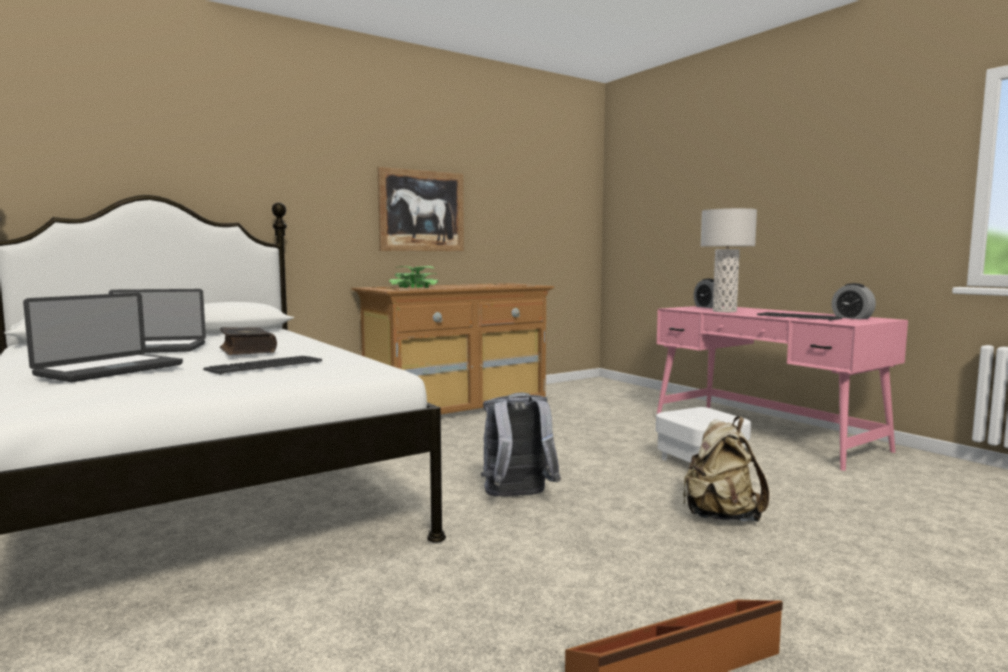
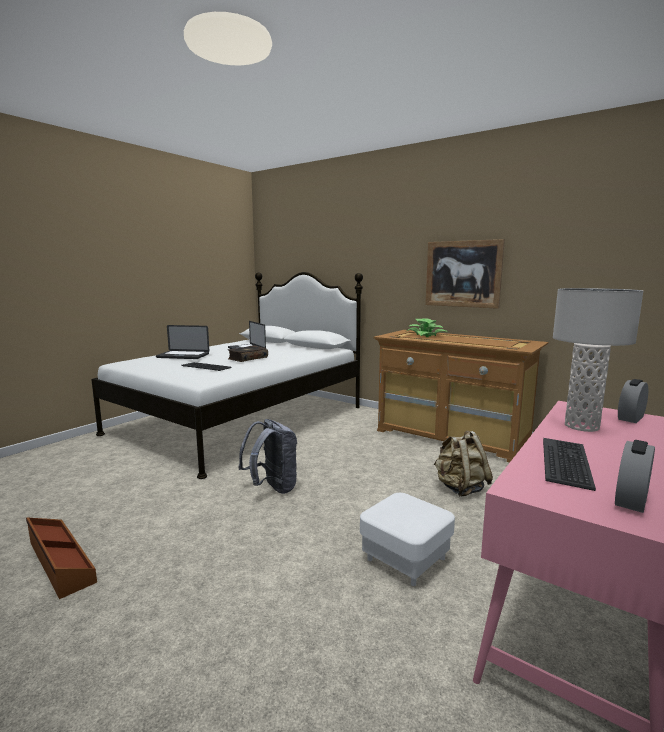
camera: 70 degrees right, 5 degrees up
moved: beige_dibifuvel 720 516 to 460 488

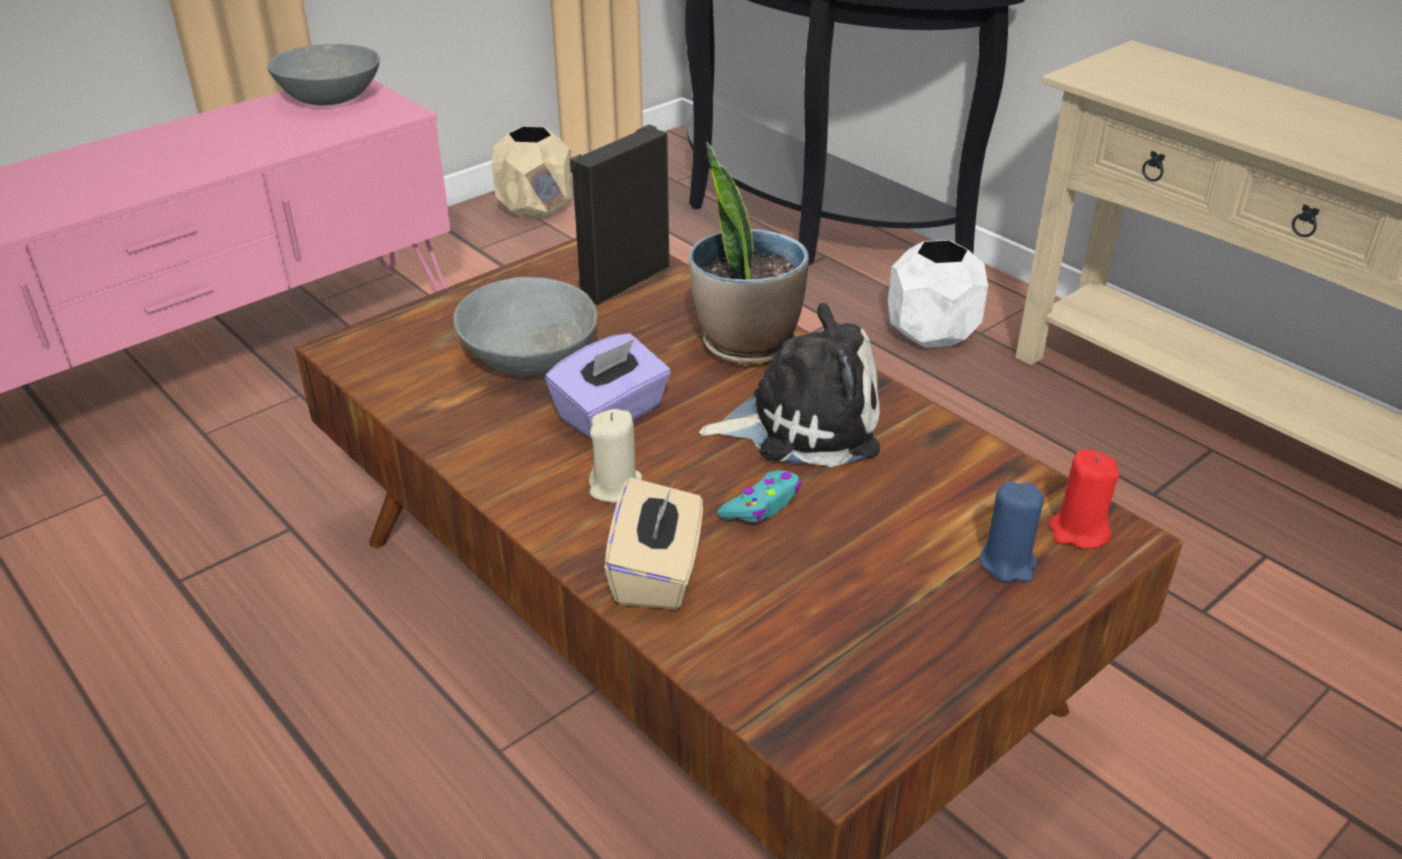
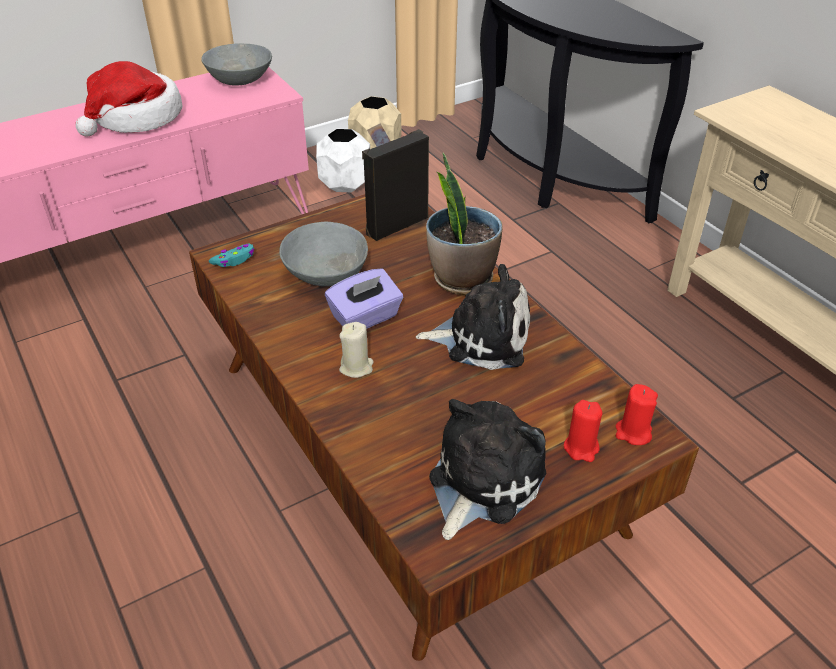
camera: 10 degrees right, 5 degrees up
removed: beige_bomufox 657 573
added: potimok 136 118; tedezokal 481 481
moved: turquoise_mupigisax 762 505 to 234 260; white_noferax 930 335 to 344 185
recoloured: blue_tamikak 1008 563 to red_tamikak 581 448

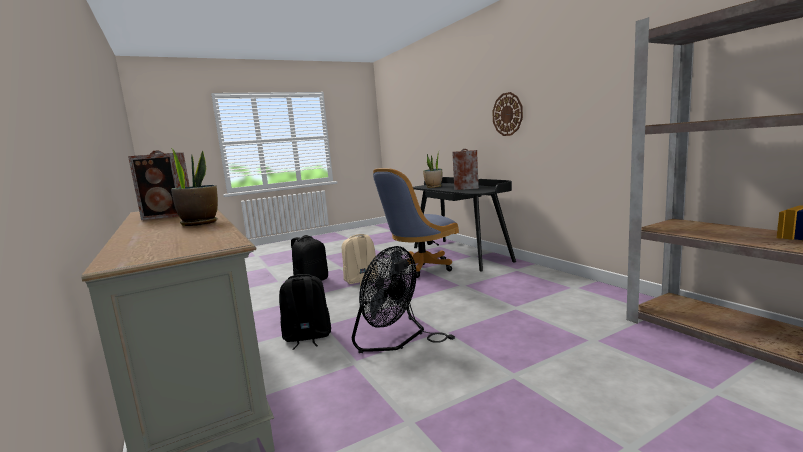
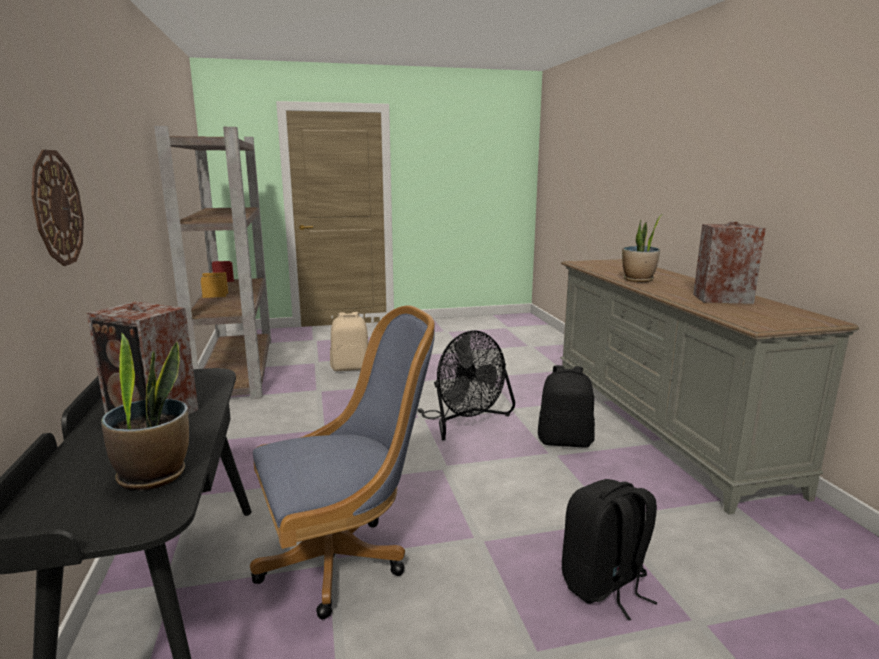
camera: 165 degrees left, 5 degrees up
moved: beige_dibifuvel 361 280 to 351 368

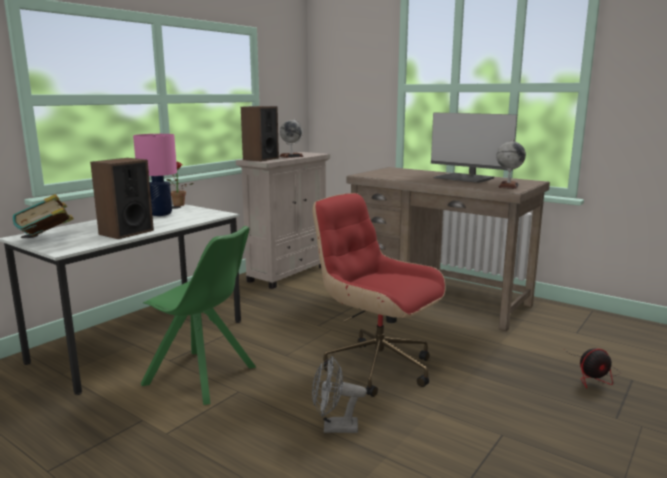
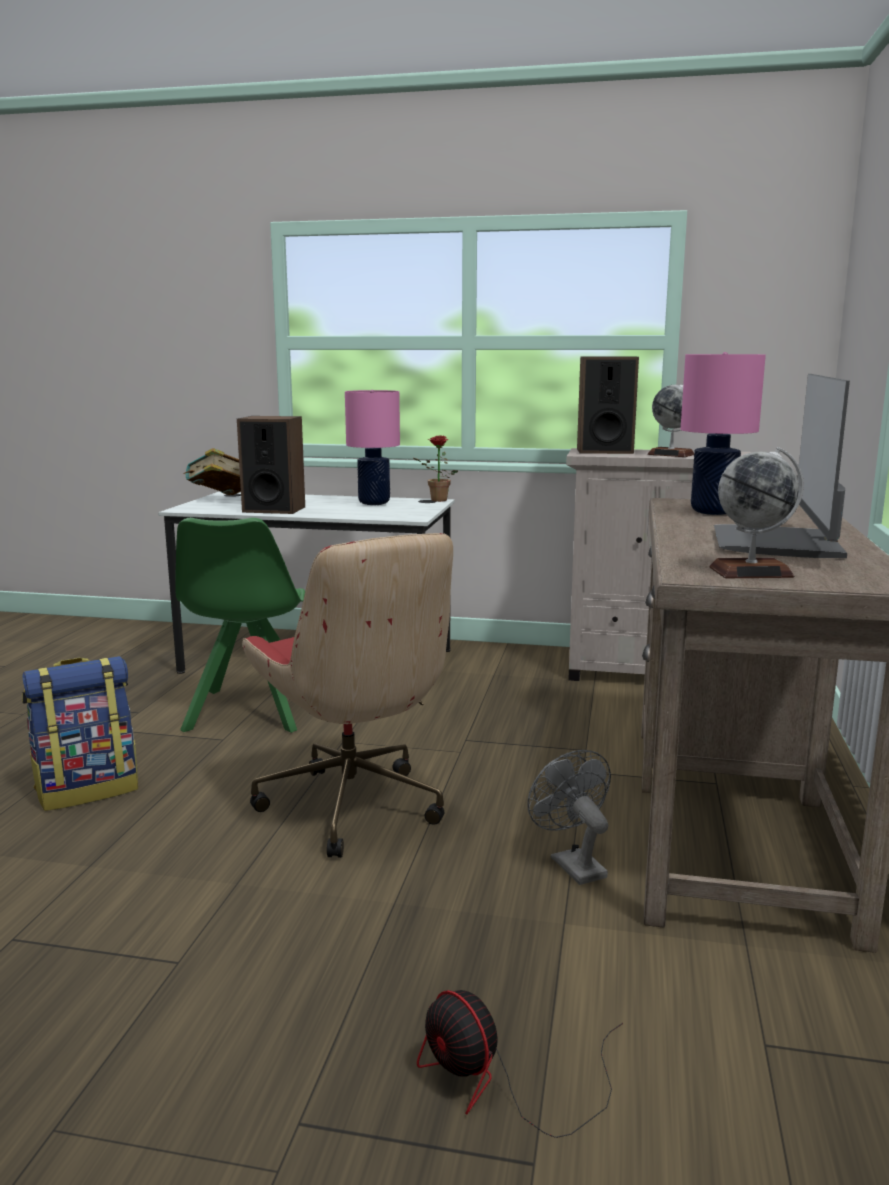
camera: 65 degrees right, 0 degrees up
added: dibifuvel 88 789; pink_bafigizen 712 513
moved: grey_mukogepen 334 428 to 572 864
turned: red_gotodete 376 367 = 352 811 135 degrees clockwise

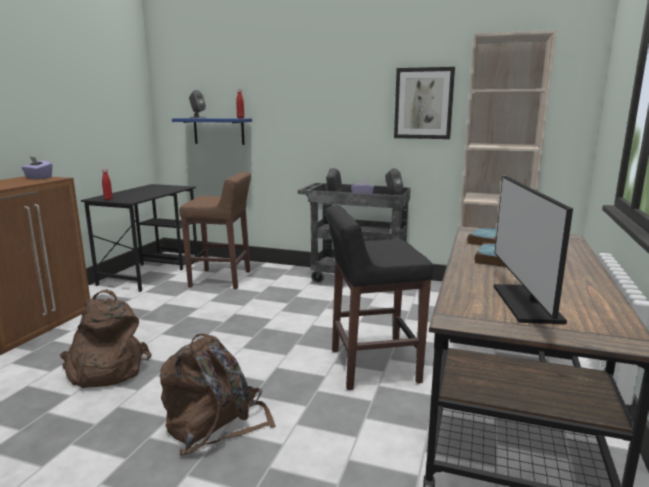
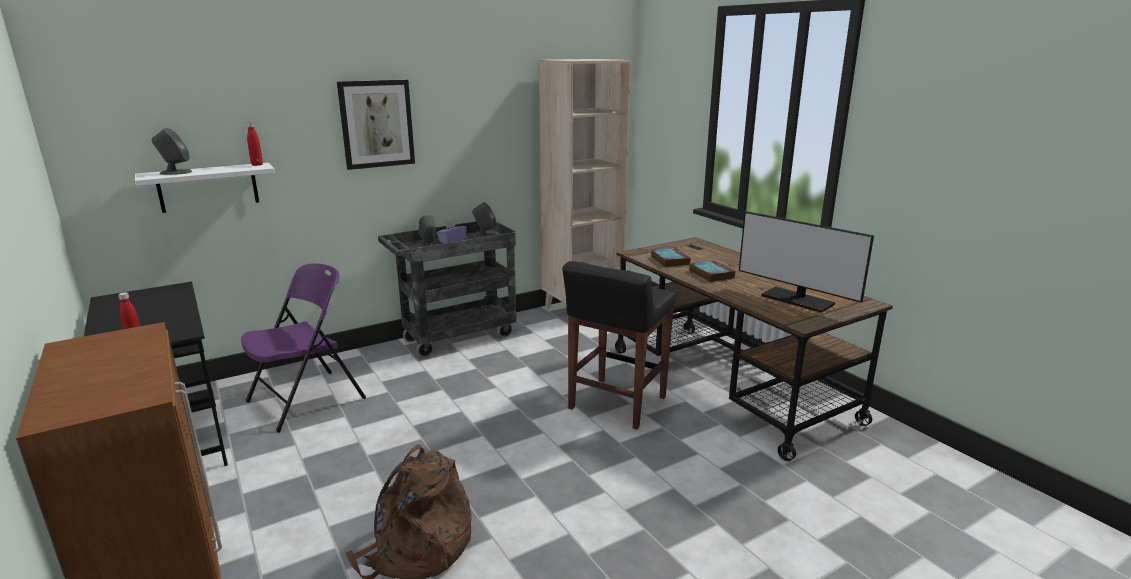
camera: 50 degrees left, 5 degrees up
removed: purple_bomufox 38 177; brown_dibifuvel 215 423
moved: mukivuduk 423 103 to 376 124
replaced: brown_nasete 221 279 to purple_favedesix 306 400
recoloured: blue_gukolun 218 131 to white_gukolun 208 187

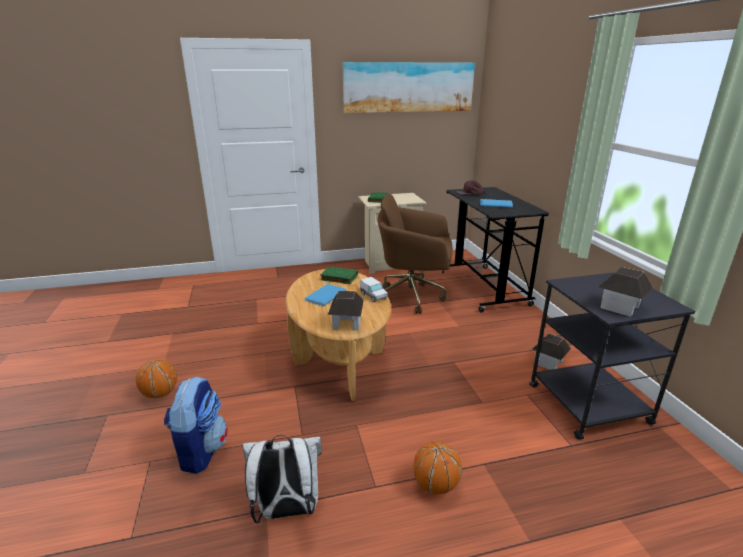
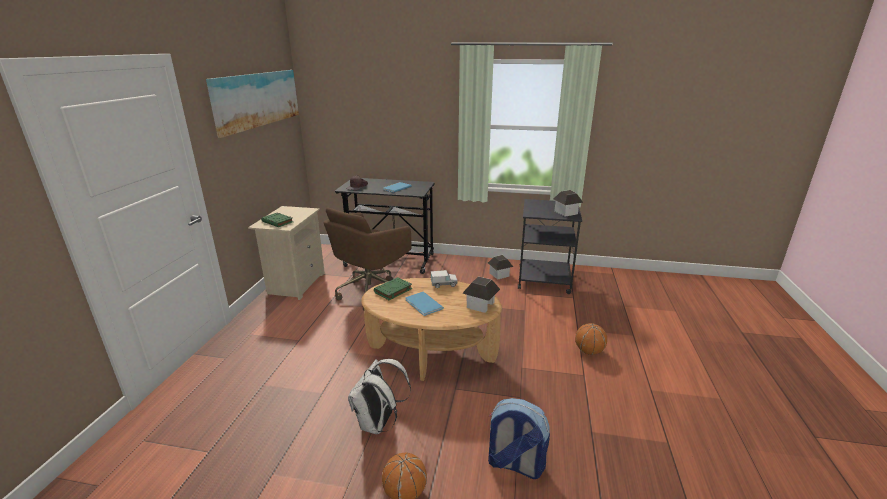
camera: 65 degrees left, 0 degrees up
moved: white_dibifuvel 287 510 to 378 424

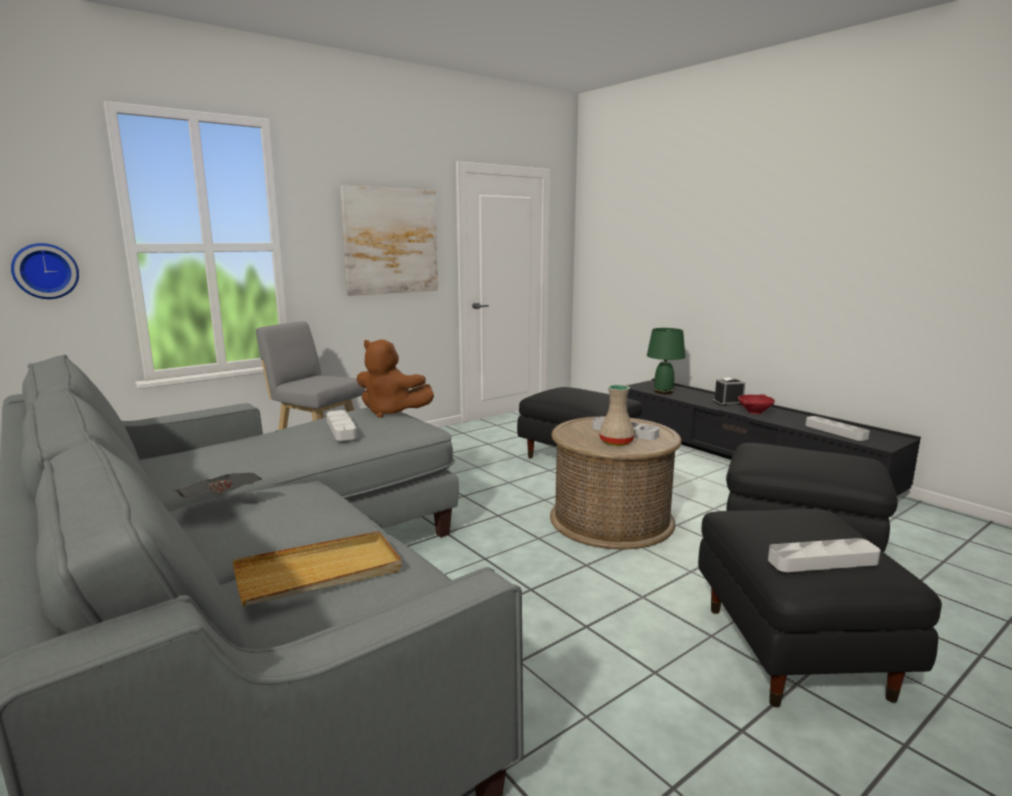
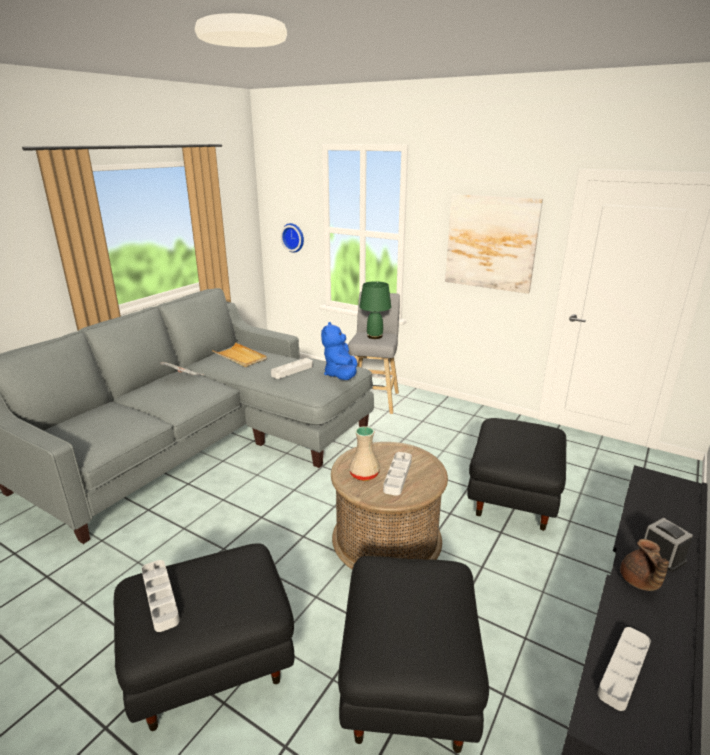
camera: 70 degrees right, 10 degrees up
moved: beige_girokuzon 319 573 to 240 357; green_bafigizen 663 392 to 374 336
replaced: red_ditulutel 754 412 to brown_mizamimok 640 582
recoloured: brown_tedezokal 391 412 to blue_tedezokal 341 375

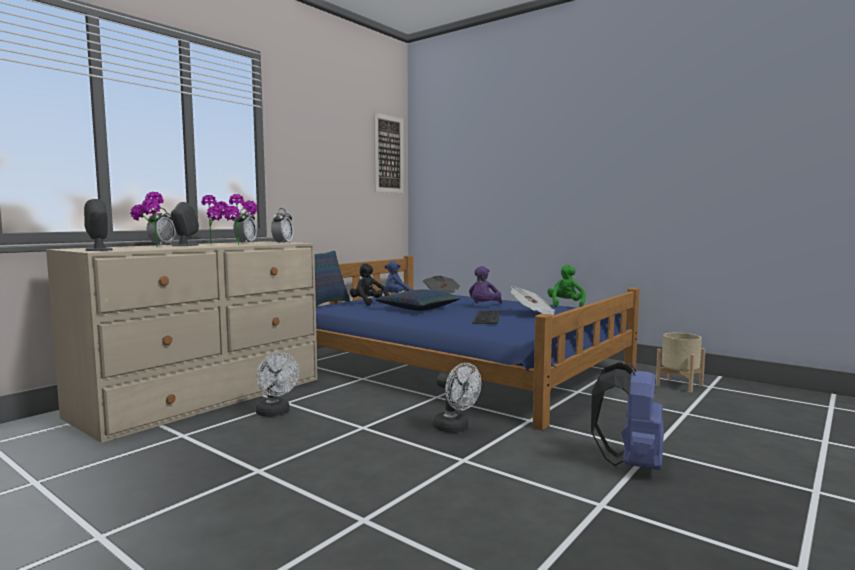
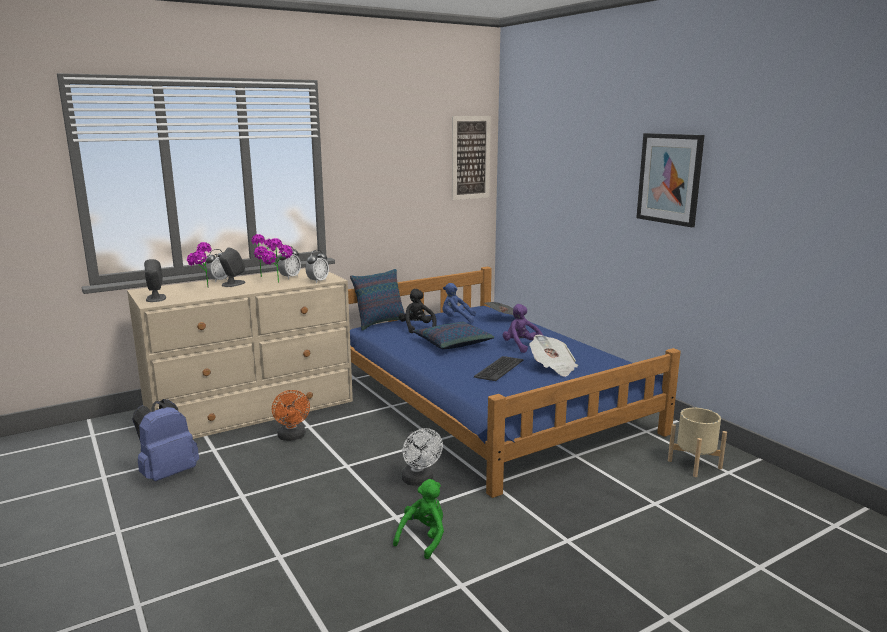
camera: 20 degrees right, 10 degrees up
added: mukivuduk 669 179
moved: blue_dibifuvel 631 464 to 167 473; green_tedezokal 565 305 to 423 538
recoloured: white_mukogepen 275 413 to orange_mukogepen 292 437
turned: purple_tedezokal 484 306 = 521 346 105 degrees clockwise

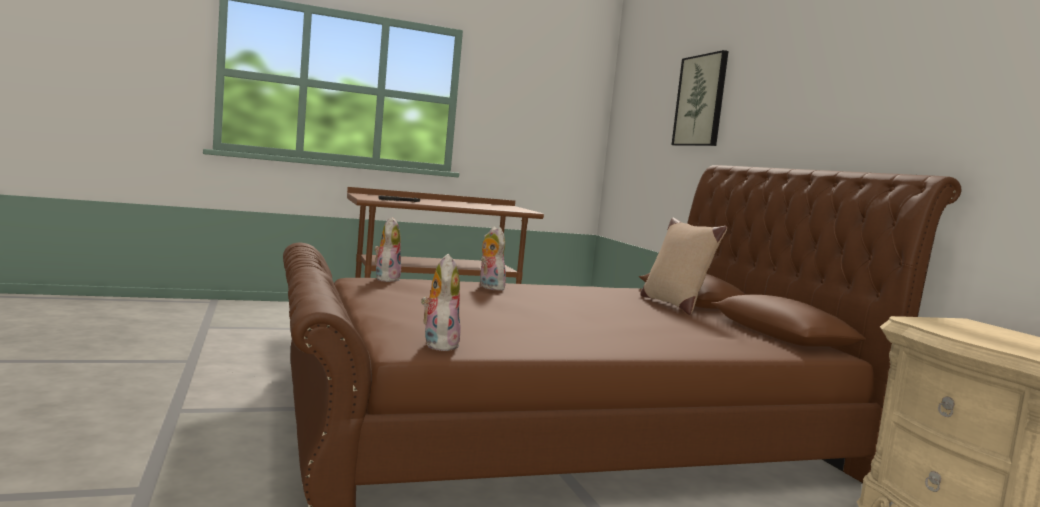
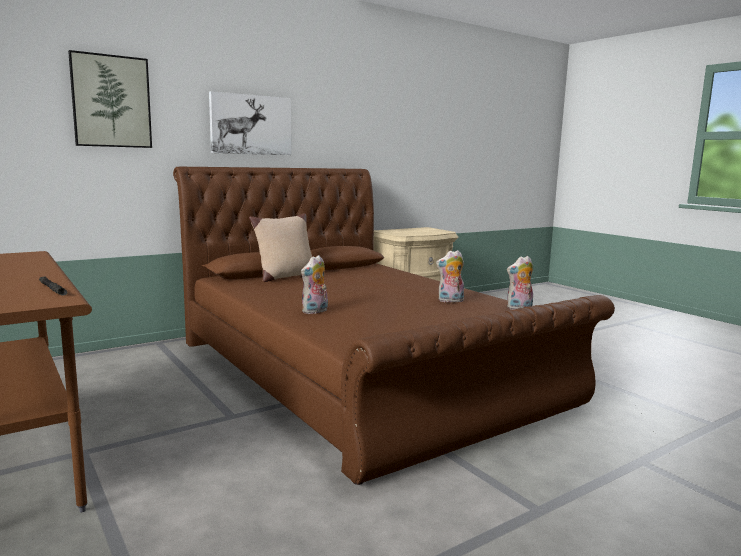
camera: 105 degrees left, 5 degrees up
added: mukivuduk 250 124
moved: tedezokal 386 279 to 450 301

